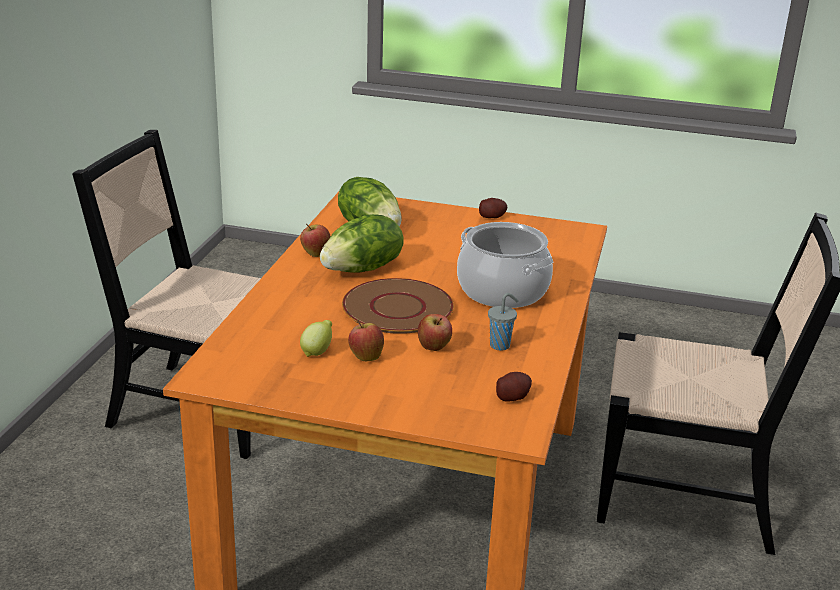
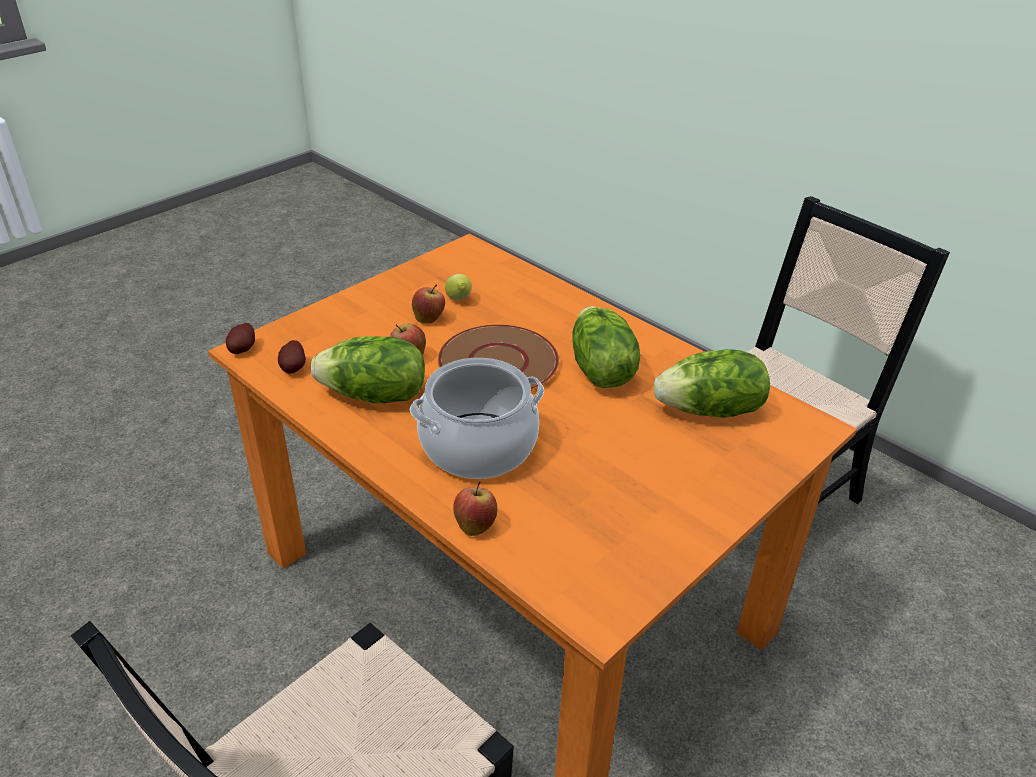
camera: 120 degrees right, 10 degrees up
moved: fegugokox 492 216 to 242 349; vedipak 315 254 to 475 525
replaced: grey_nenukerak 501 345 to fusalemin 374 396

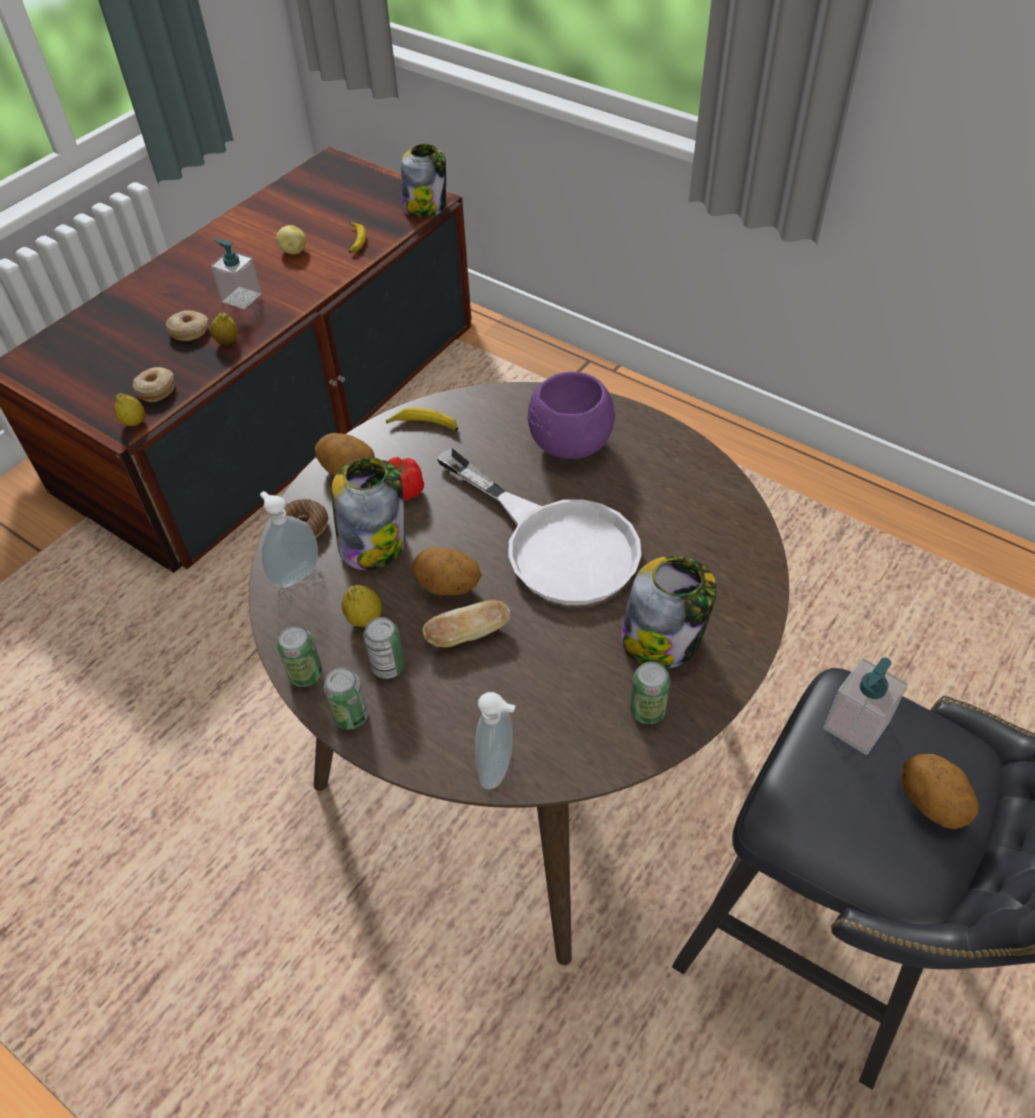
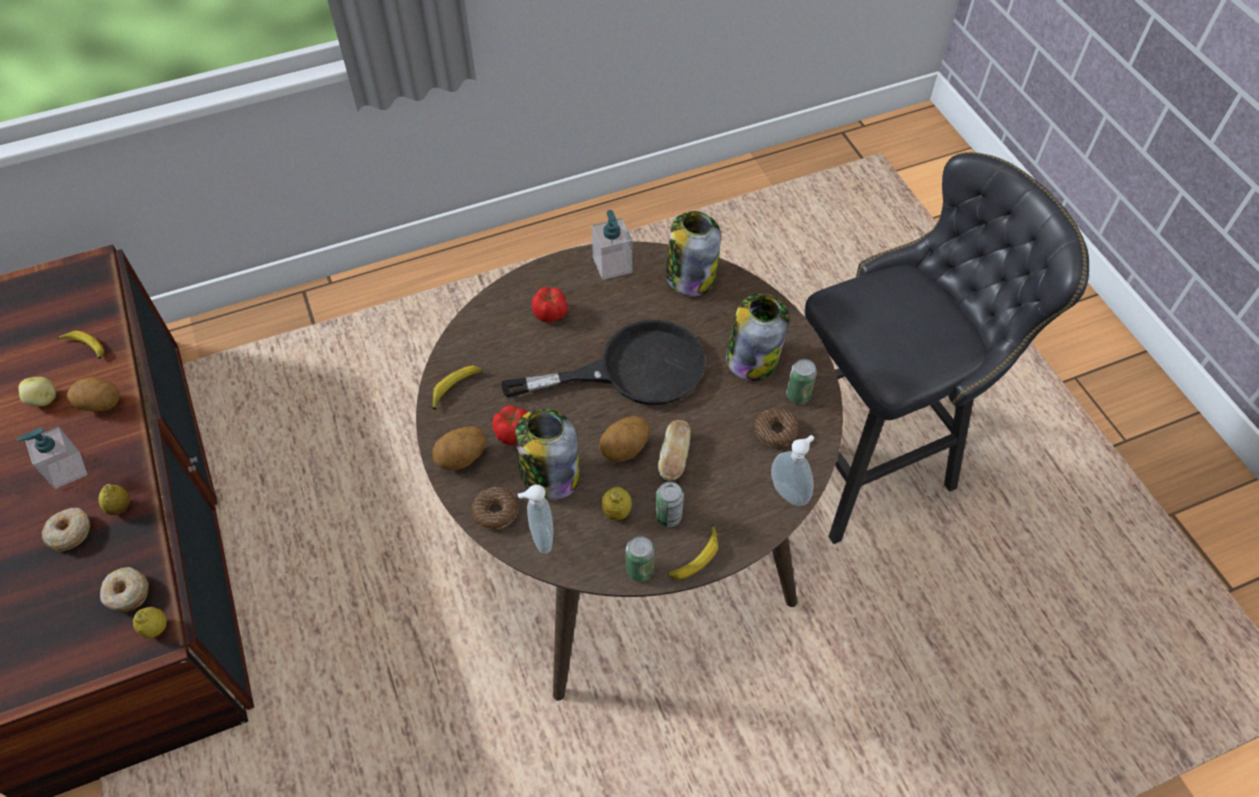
camera: 60 degrees left, 5 degrees up
added: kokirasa 775 431
moved: fegugokox 932 803 to 101 404; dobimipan 855 725 to 612 265; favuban 425 207 to 690 276
replaced: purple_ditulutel 571 444 to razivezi 551 314; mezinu 351 716 to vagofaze 694 557
recoloured: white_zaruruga 555 542 to black_zaruruga 632 370

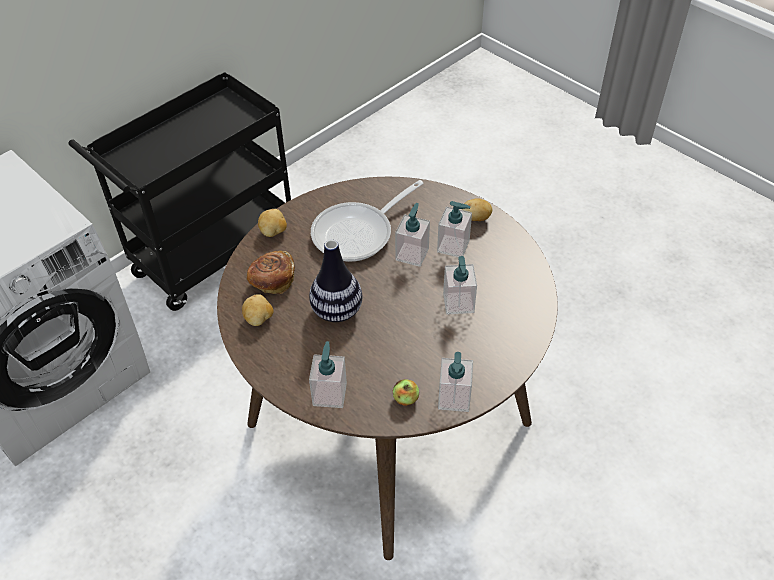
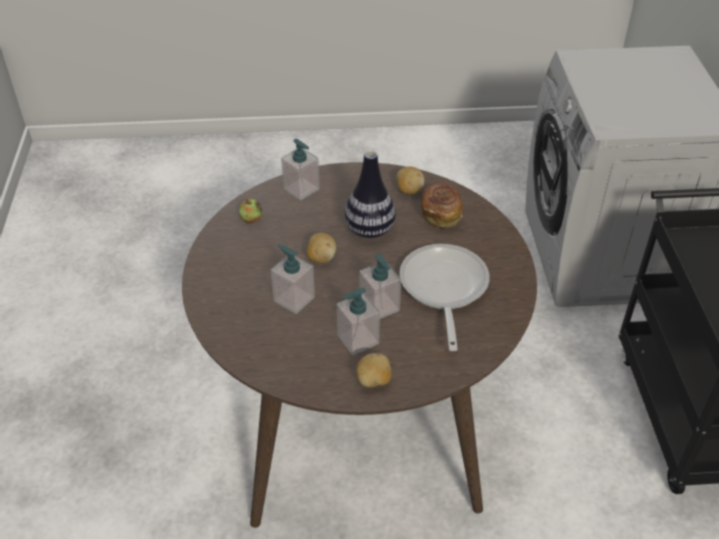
camera: 130 degrees right, 5 degrees down
removed: dobimipan 454 398
moved: fegugokox 273 232 to 321 258

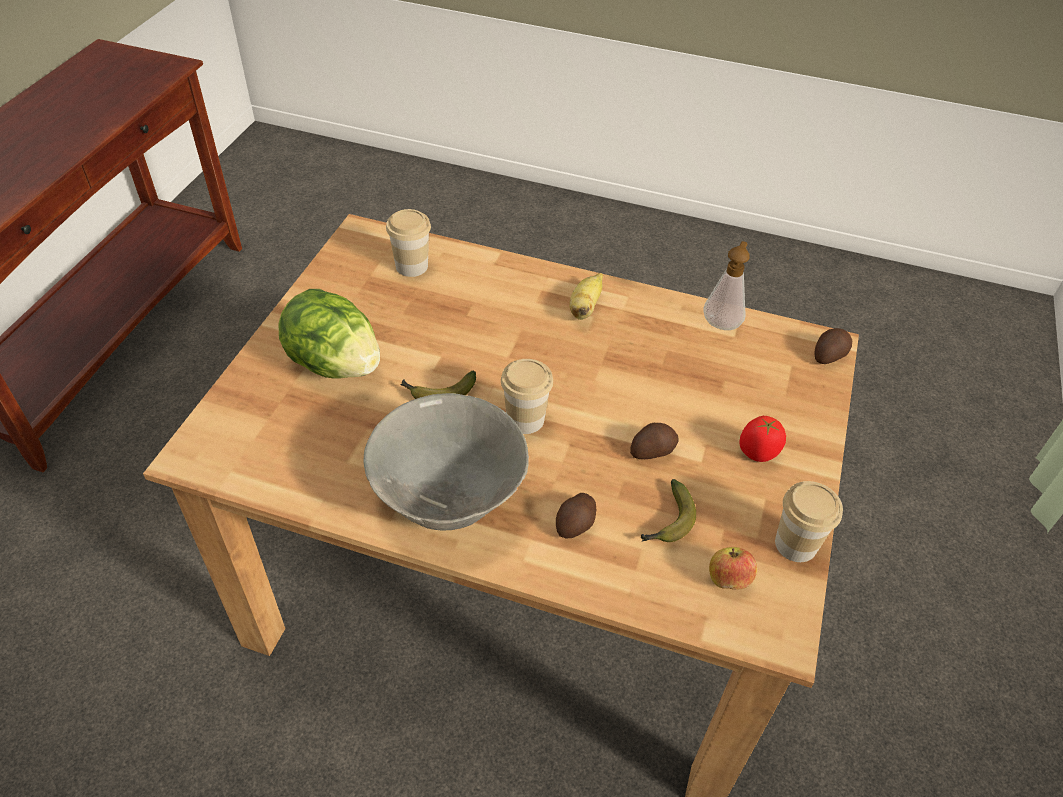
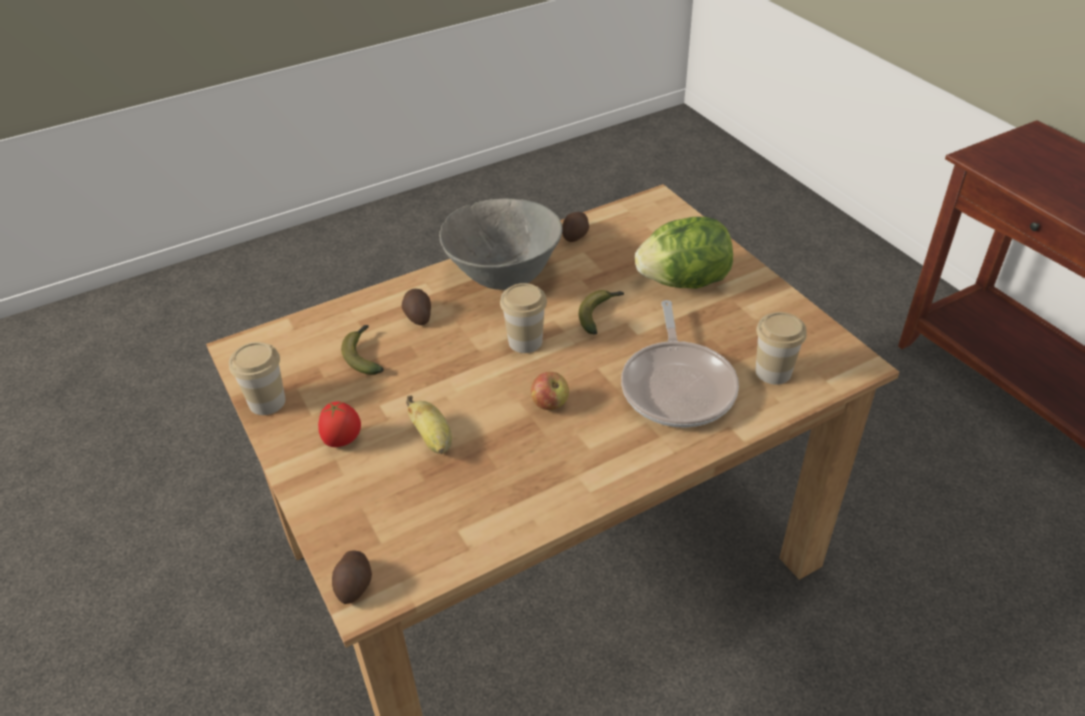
camera: 135 degrees right, 5 degrees down
removed: dobimipan 722 322
added: zaruruga 678 386
moved: vagofaze 585 307 to 433 439; vedipak 728 580 to 550 404; fegugokox 652 450 to 576 235

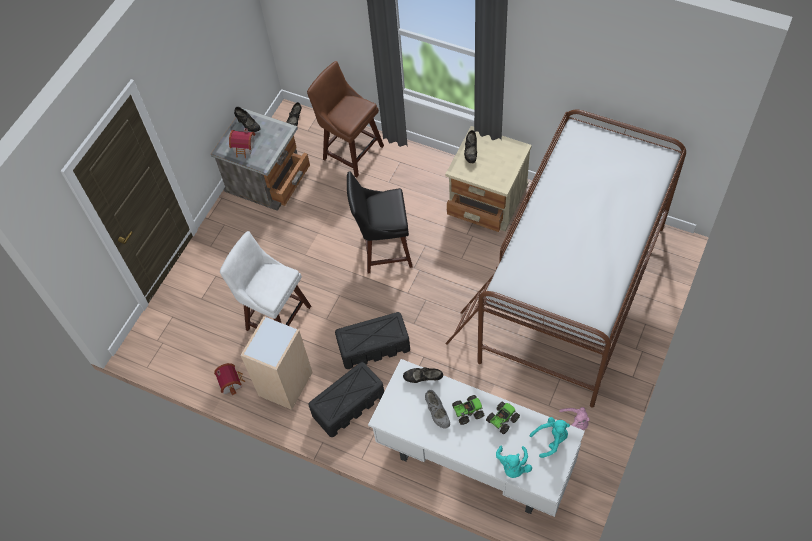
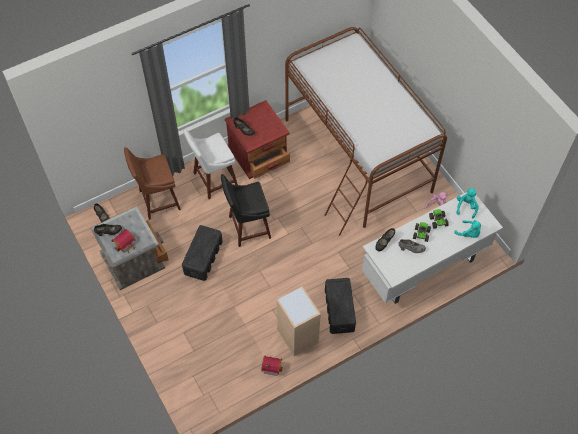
camera: 60 degrees left, 0 degrees up
moved: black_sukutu 374 346 to 203 257; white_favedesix 275 316 to 213 180
recoloured: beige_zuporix 486 201 to red_zuporix 260 155
turned: black_favedesix 383 249 = 247 227 45 degrees clockwise

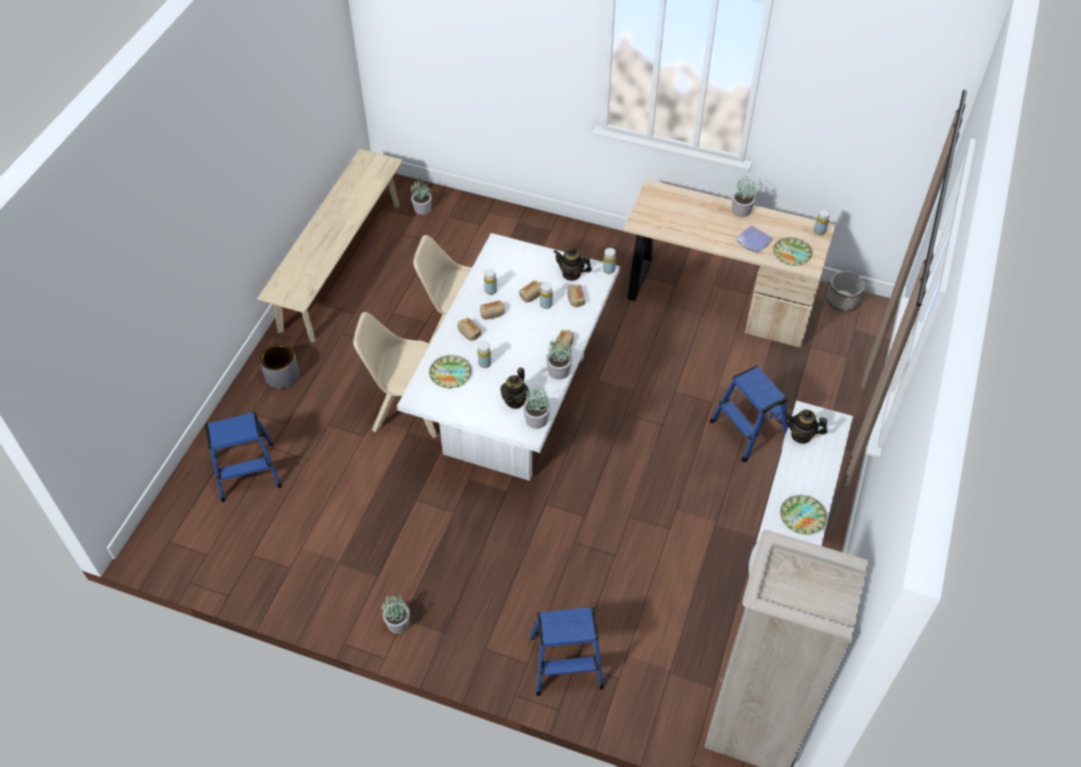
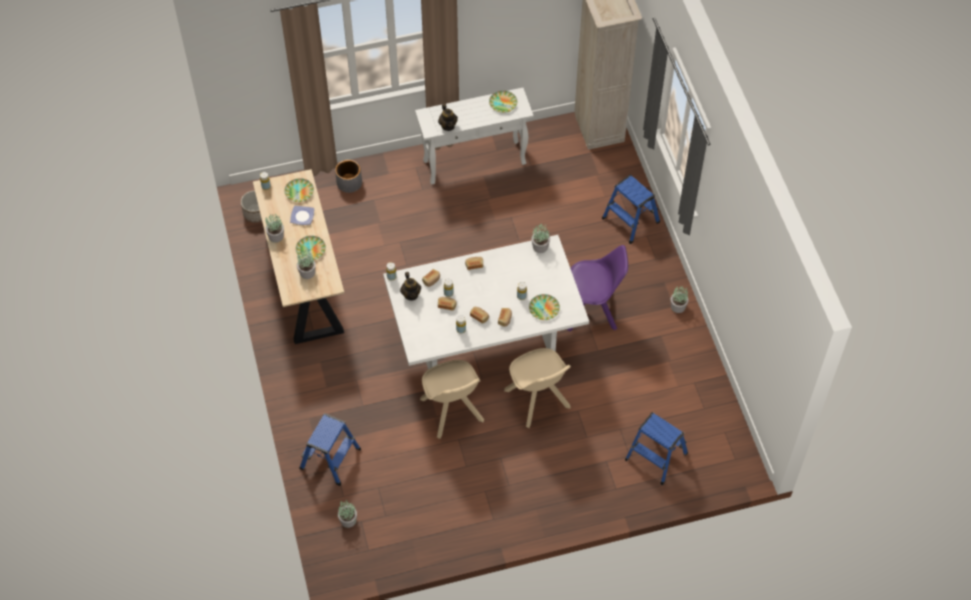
camera: 125 degrees left, 5 degrees up
removed: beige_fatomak 341 265; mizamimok 515 400
added: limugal 310 249; purple_favedesix 592 310
moved: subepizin 558 371 to 307 272; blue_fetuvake 749 430 to 330 458; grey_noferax 282 376 to 349 183

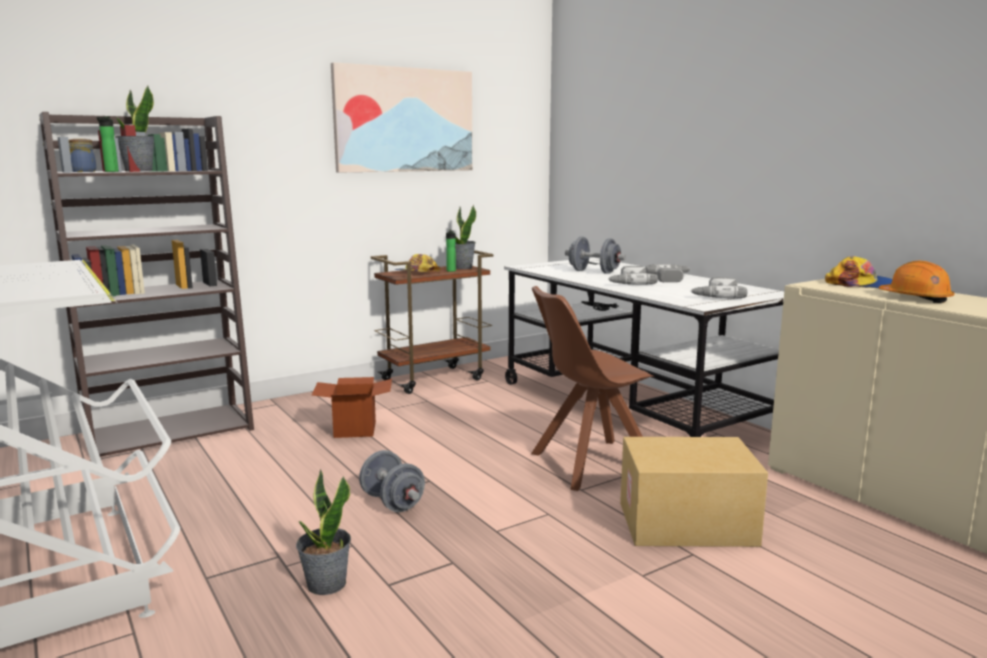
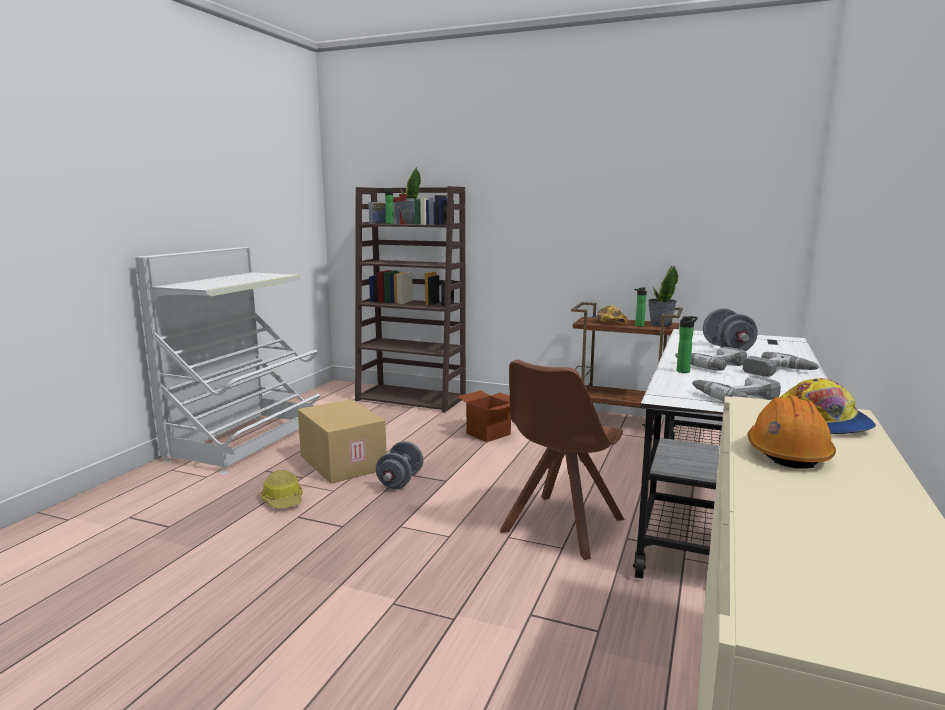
camera: 55 degrees right, 0 degrees up
removed: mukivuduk 404 120
added: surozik 684 371
moved: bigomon 686 525 to 341 462
replaced: subepizin 326 584 to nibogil 283 500
turned: brown_favedesix 590 464 = 561 527 90 degrees counterclockwise

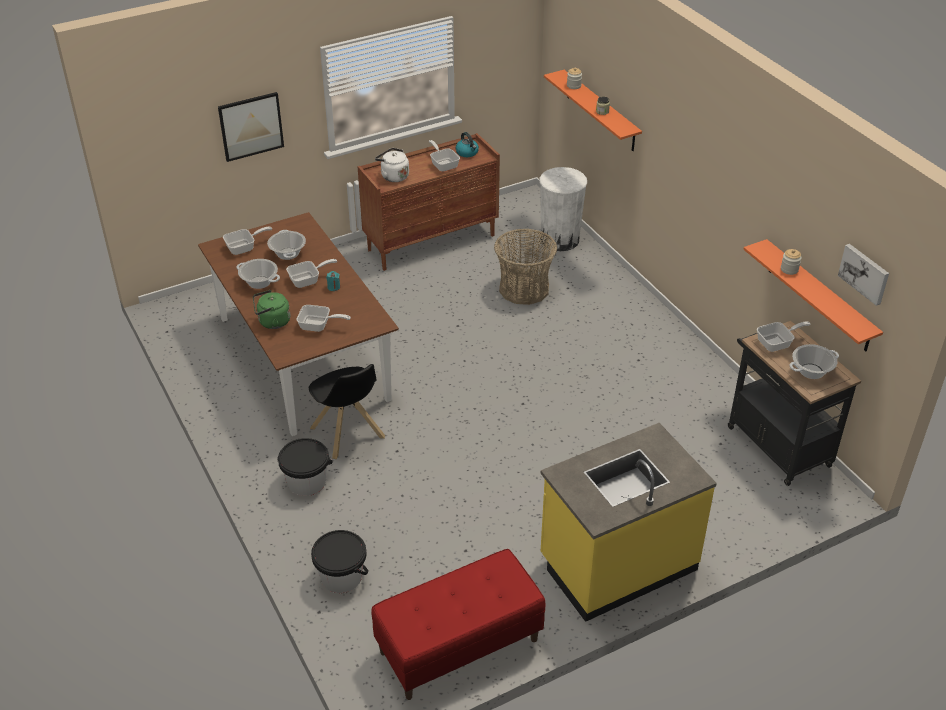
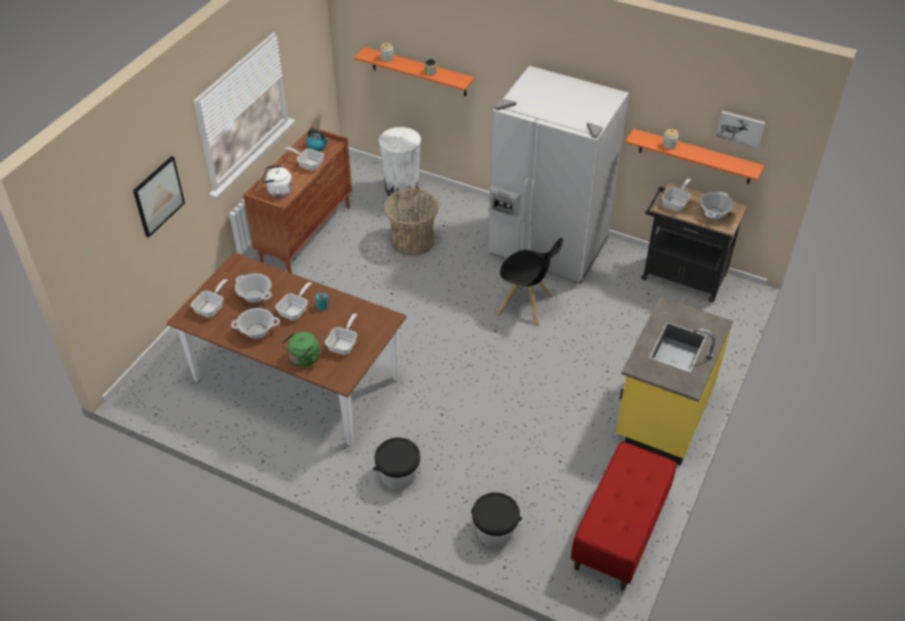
camera: 35 degrees left, 5 degrees up
added: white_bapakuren 548 248
moved: black_favedesix 348 434 to 526 305
turned: zaruruga 318 326 = 344 344 45 degrees counterclockwise

